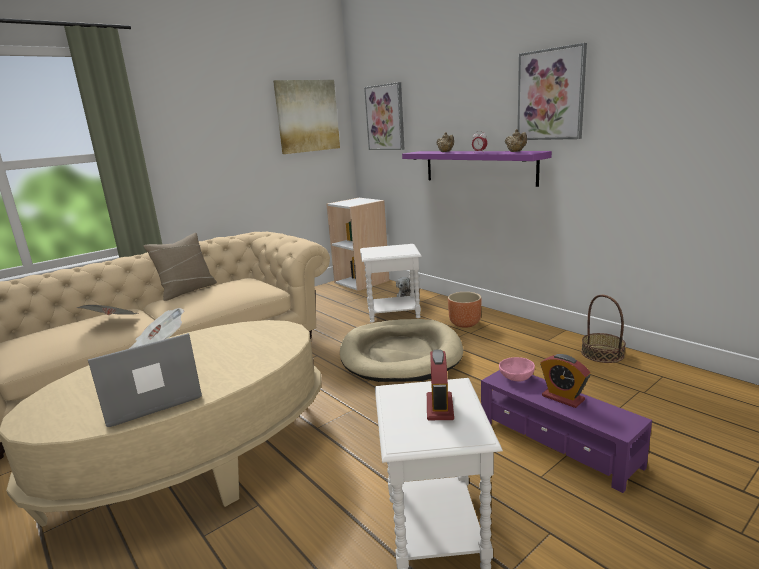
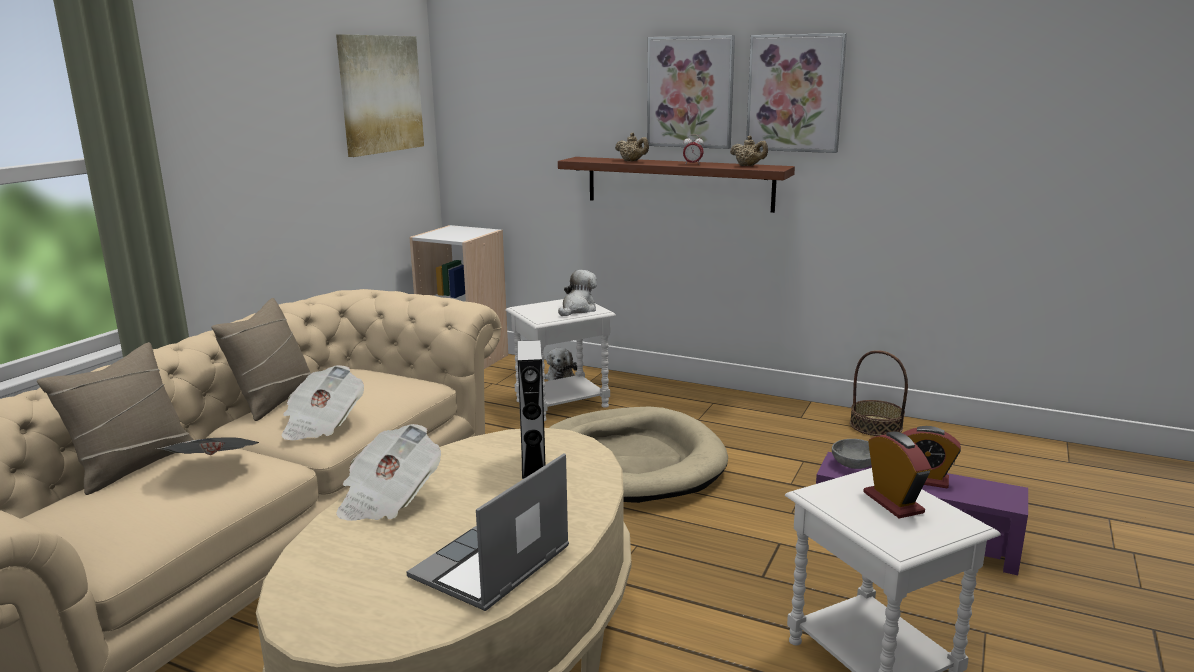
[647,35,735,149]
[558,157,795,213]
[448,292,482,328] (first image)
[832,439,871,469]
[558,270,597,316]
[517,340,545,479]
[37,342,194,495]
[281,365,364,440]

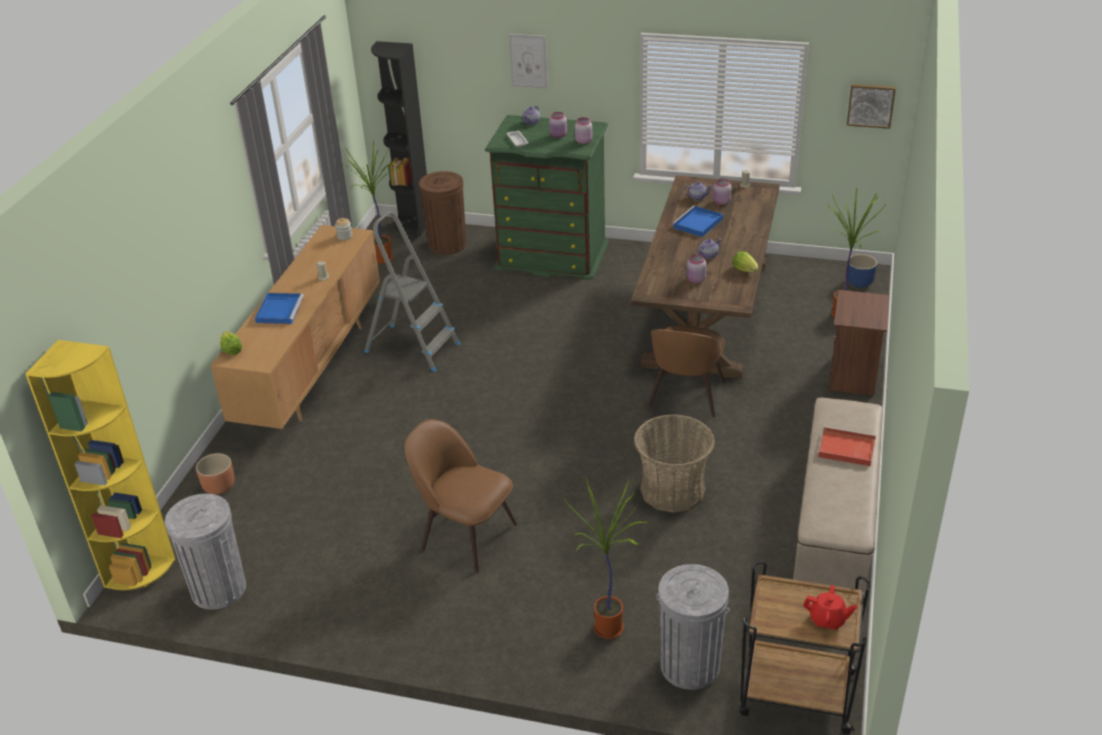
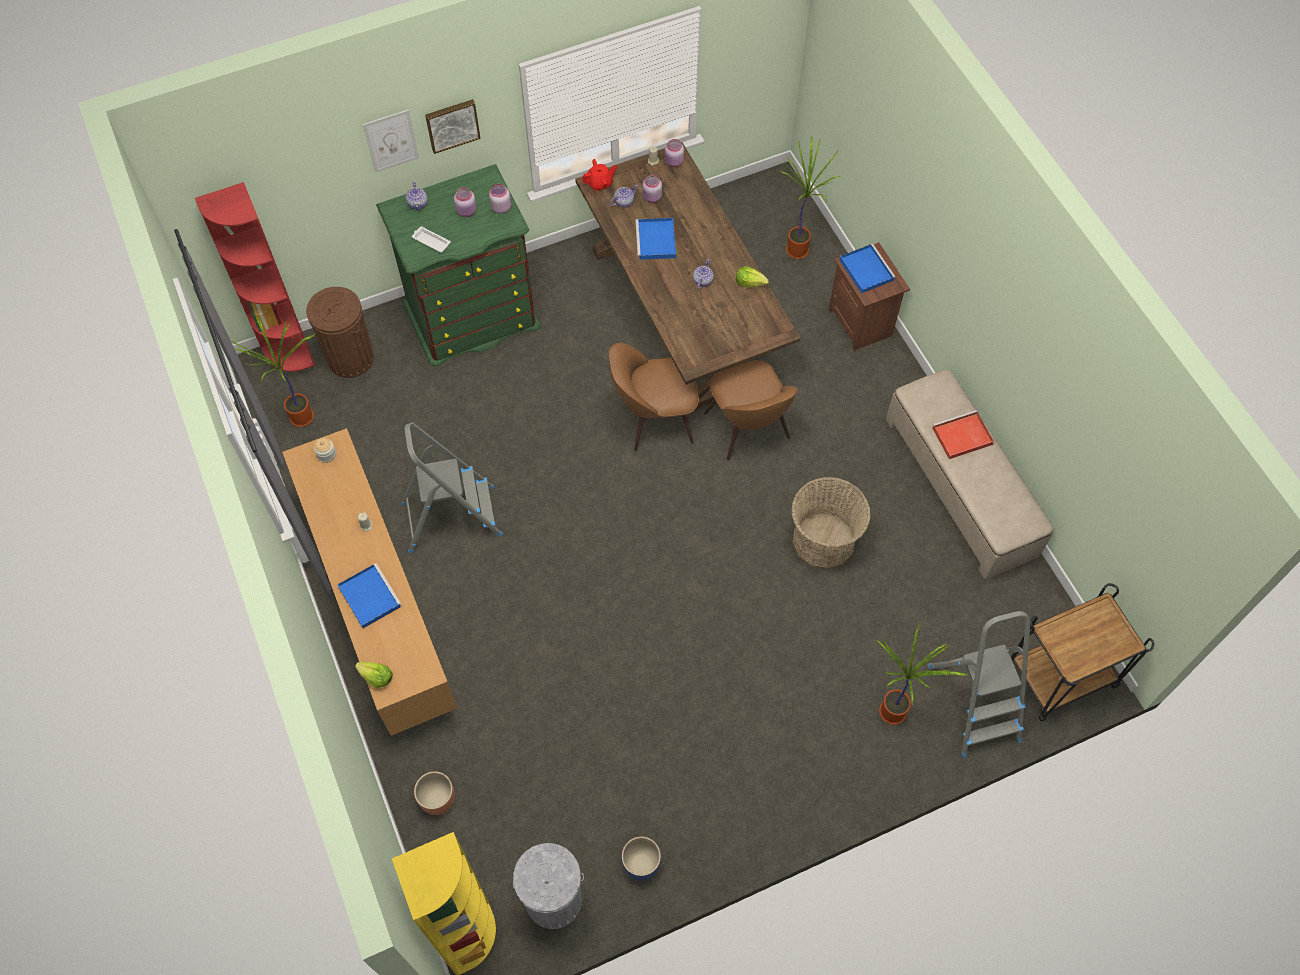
[195,182,315,372]
[425,99,481,154]
[665,139,684,167]
[621,837,661,881]
[609,343,699,452]
[928,611,1030,758]
[582,159,617,191]
[839,244,896,293]

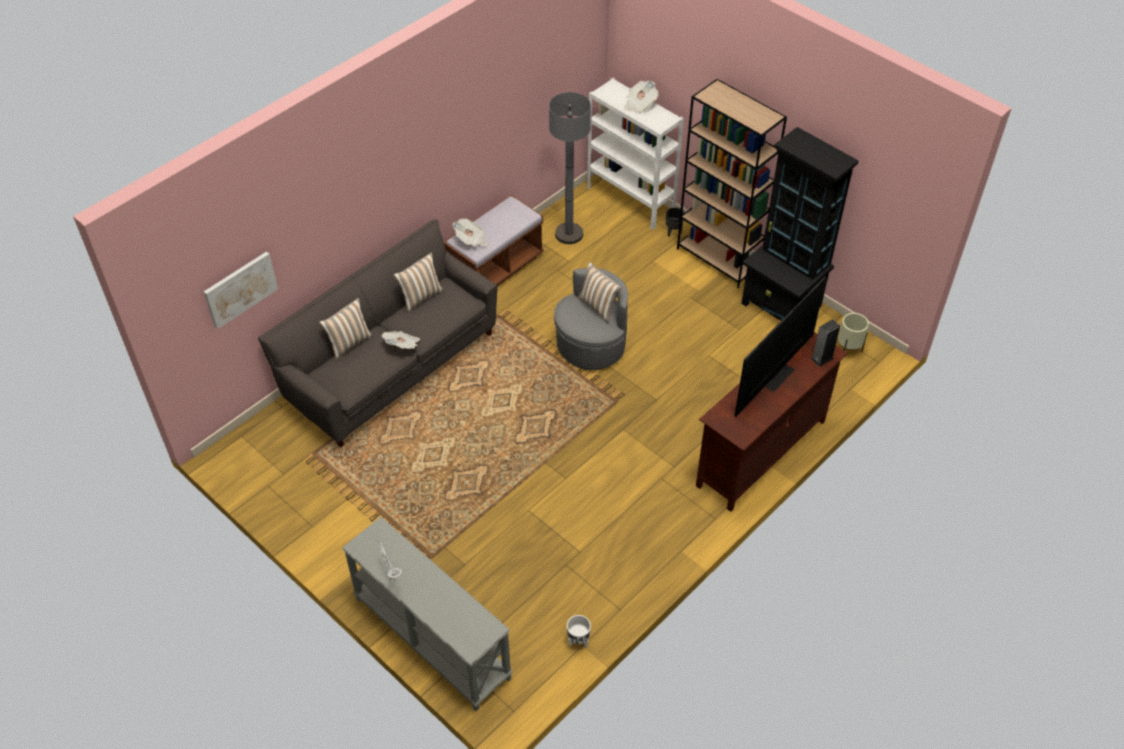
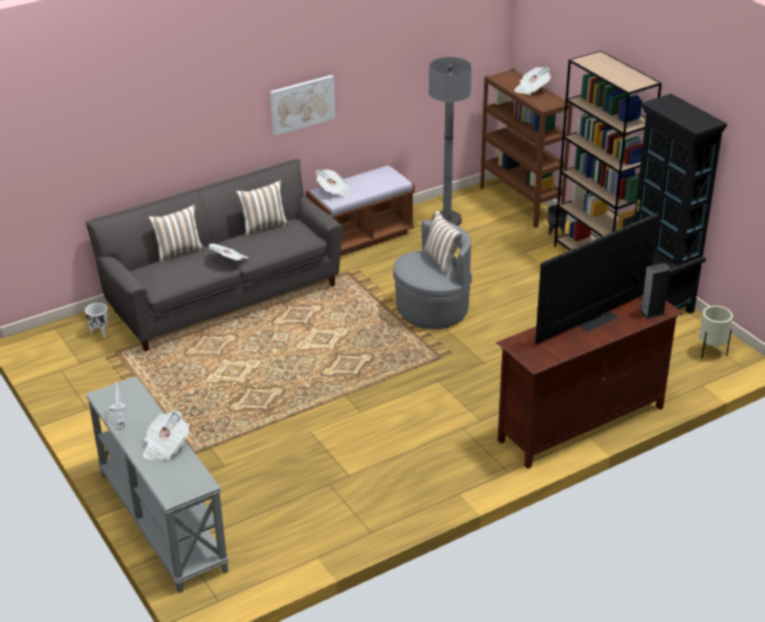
[480,68,573,228]
[270,75,335,135]
[85,303,109,338]
[143,411,189,460]

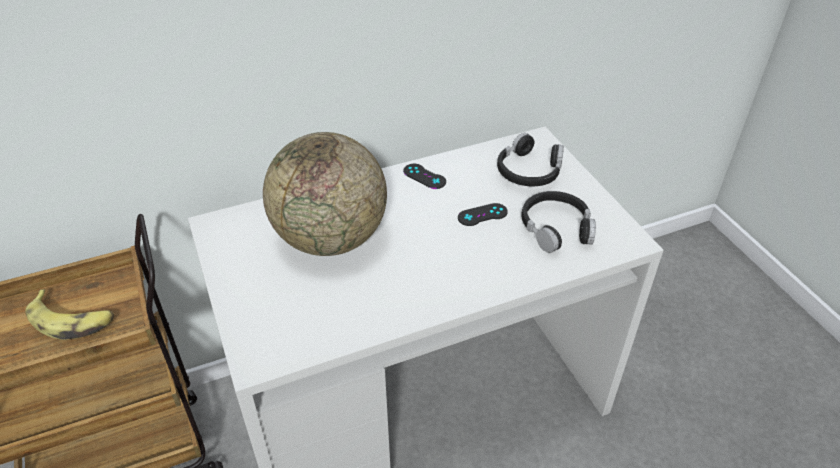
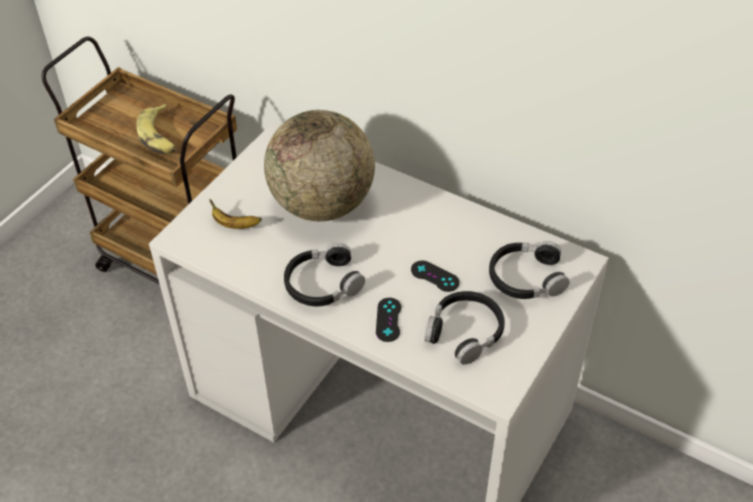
[376,298,401,342]
[209,199,262,229]
[284,243,365,306]

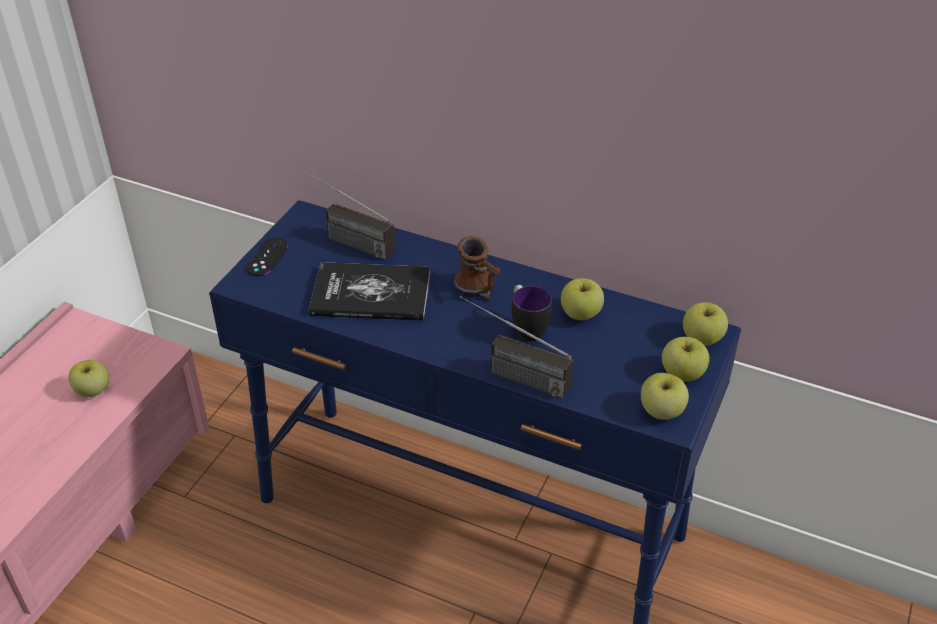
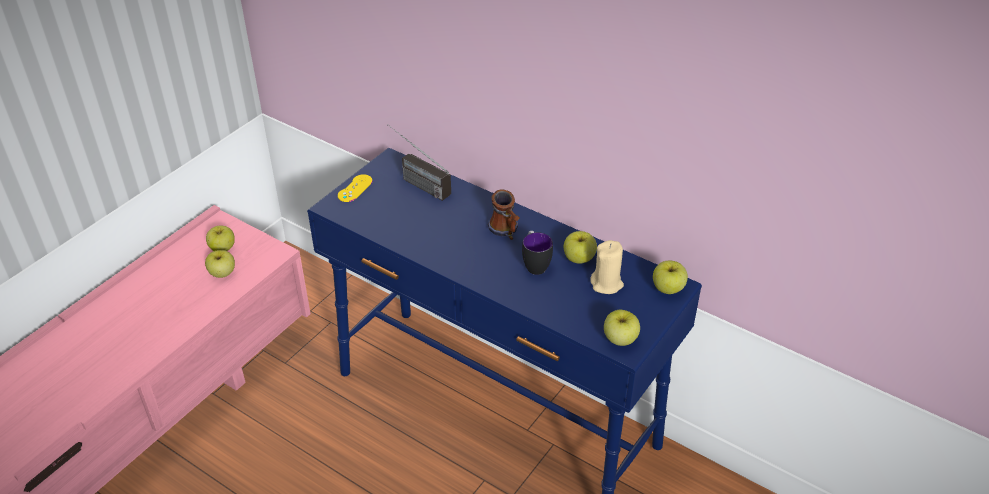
[338,174,373,202]
[309,262,430,321] (first image)
[460,296,574,399] (first image)
[206,226,235,251]
[590,240,624,294]

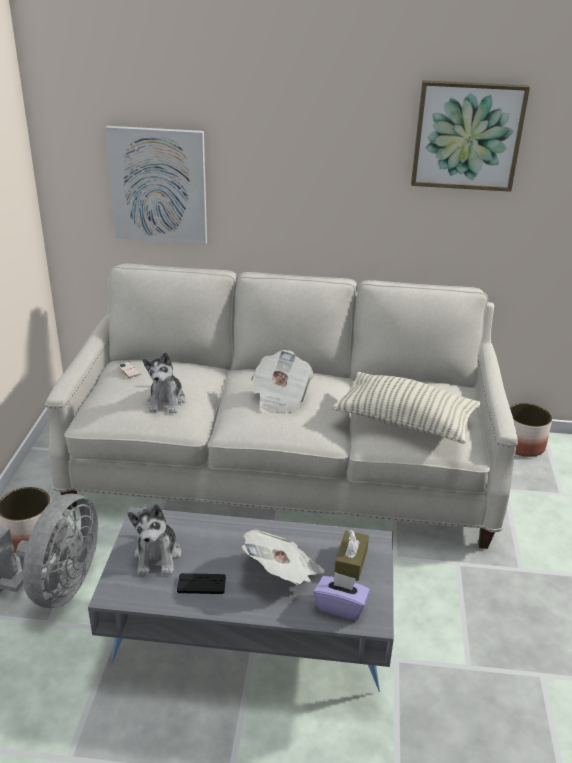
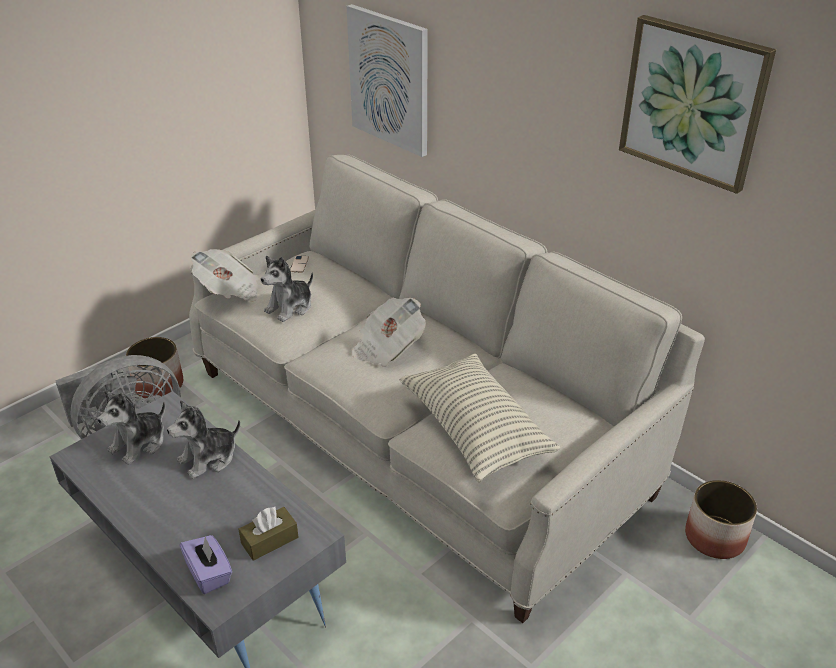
[191,249,259,301]
[177,573,226,594] (first image)
[167,400,240,479]

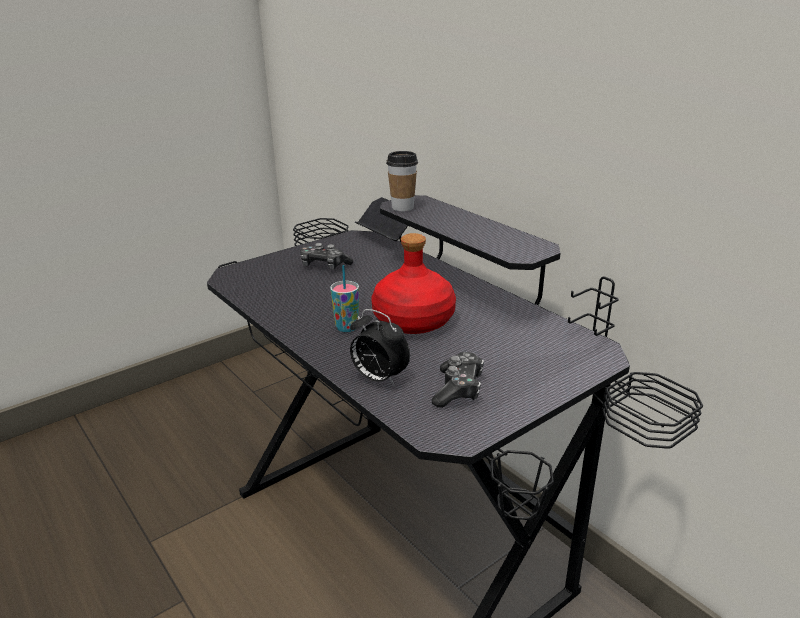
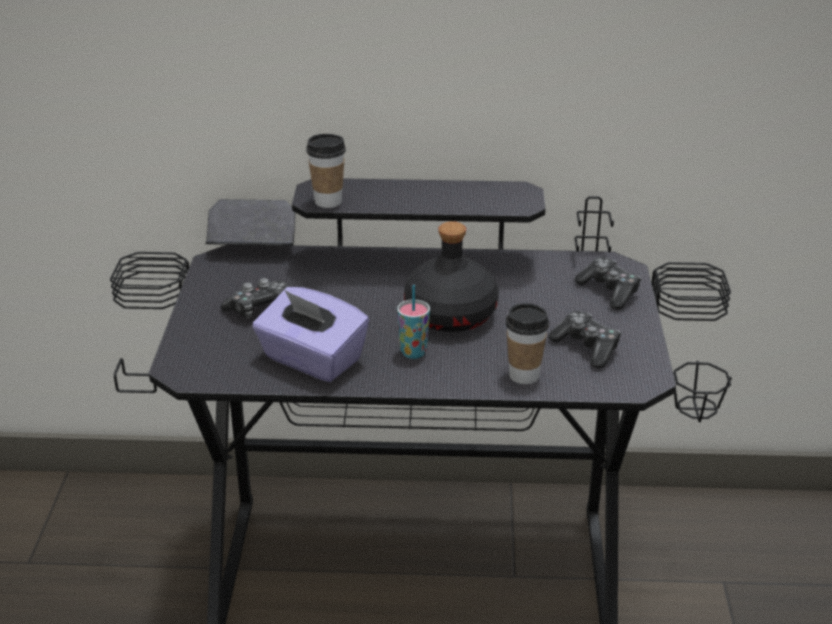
[404,221,498,332]
[505,303,549,384]
[574,257,641,309]
[252,287,369,382]

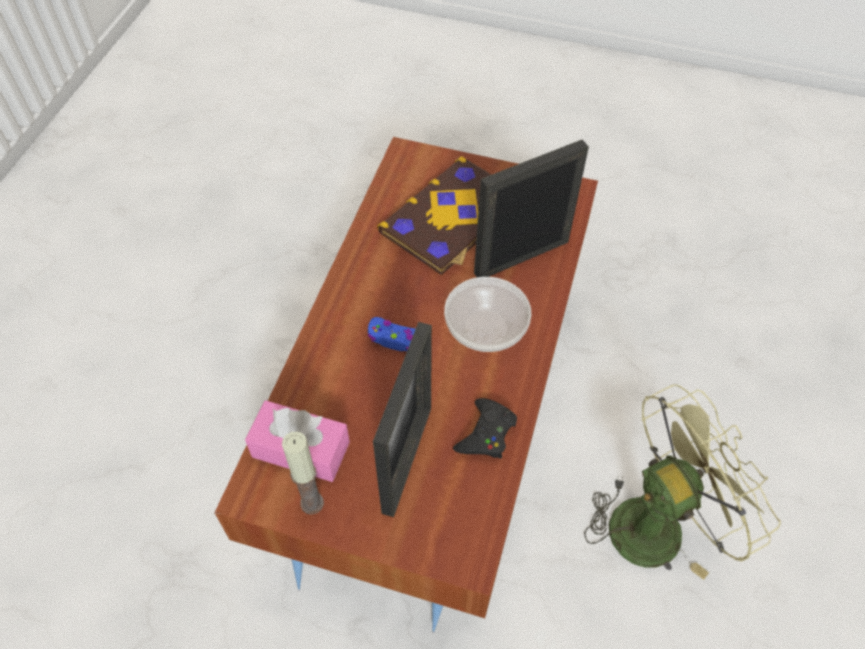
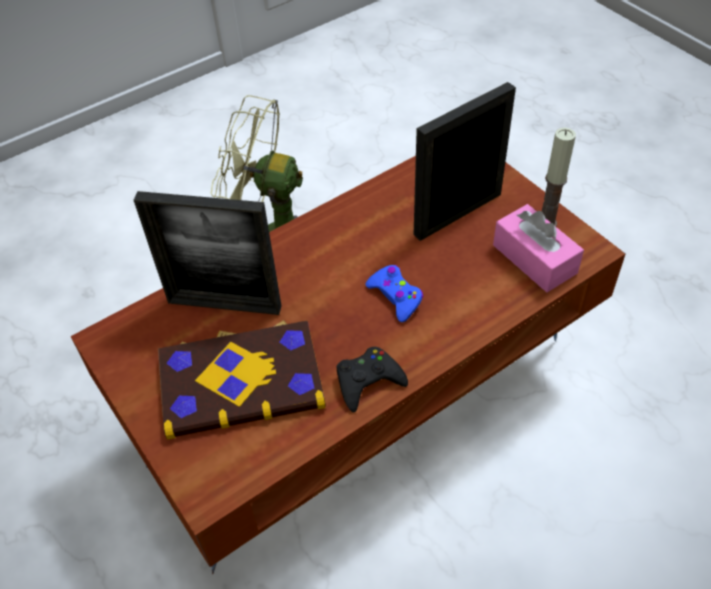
[444,277,532,352] (first image)
[336,347,408,412]

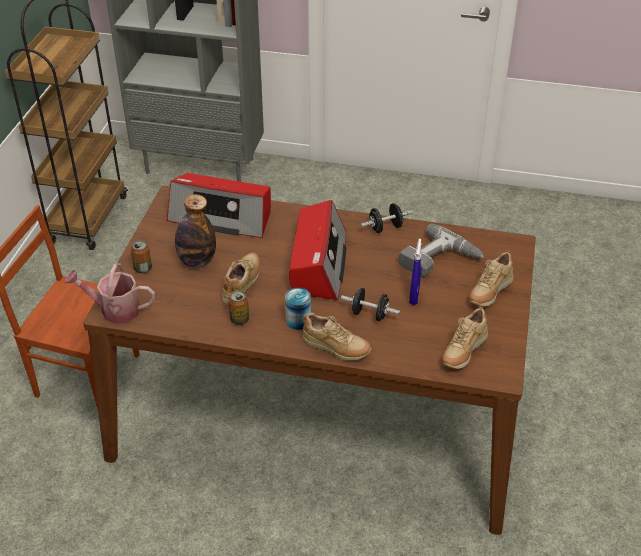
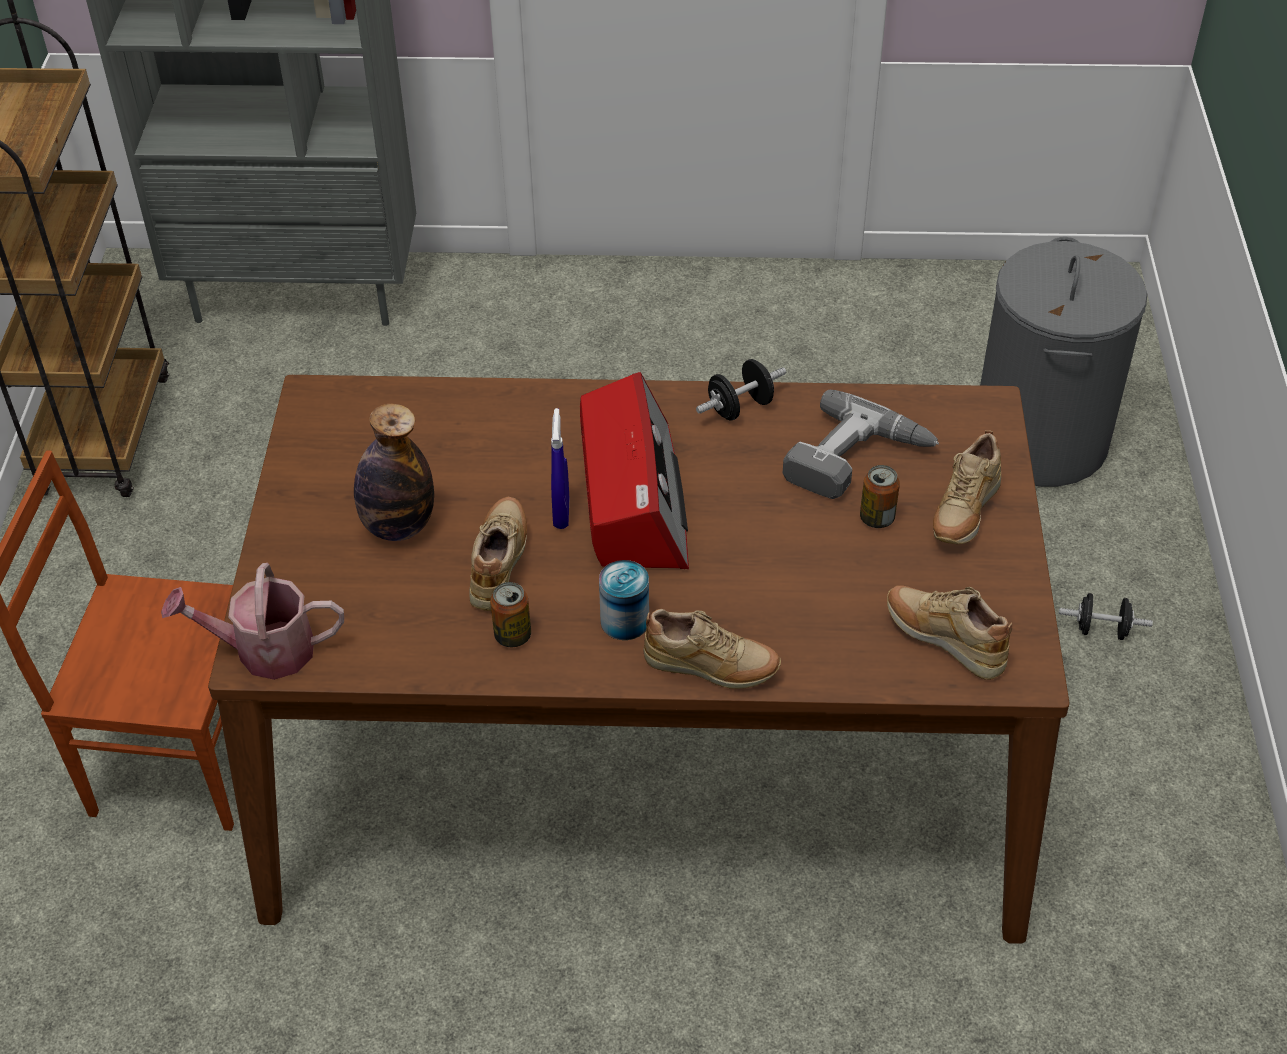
[167,173,271,238] (first image)
[551,408,569,529]
[860,465,900,528]
[1059,593,1153,640]
[887,585,1012,680]
[980,237,1148,487]

